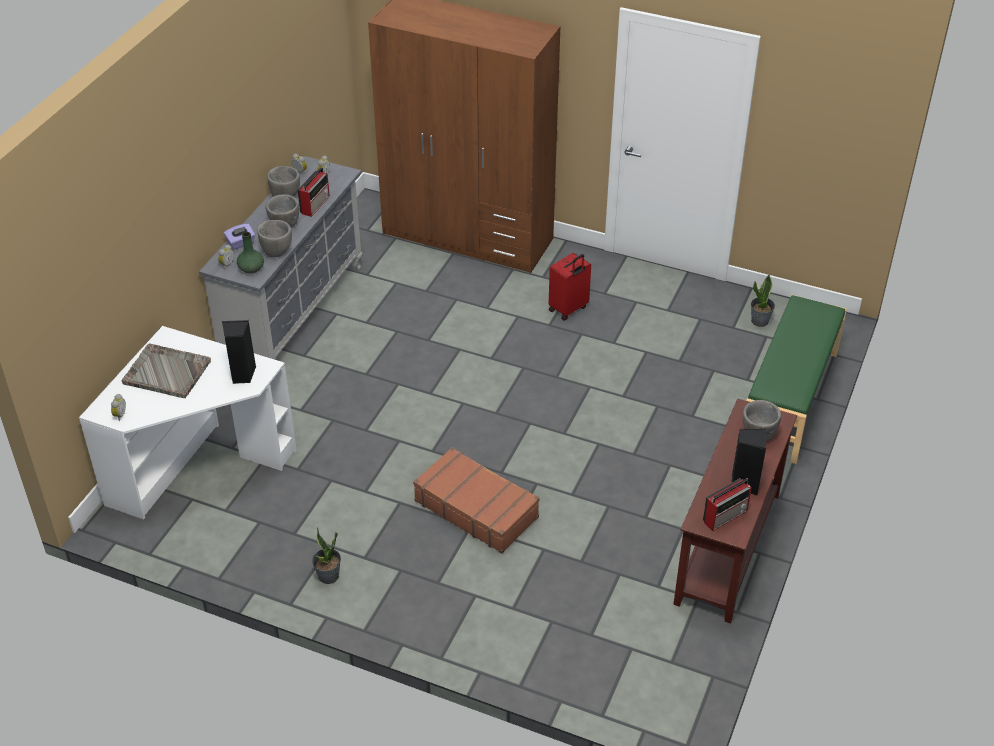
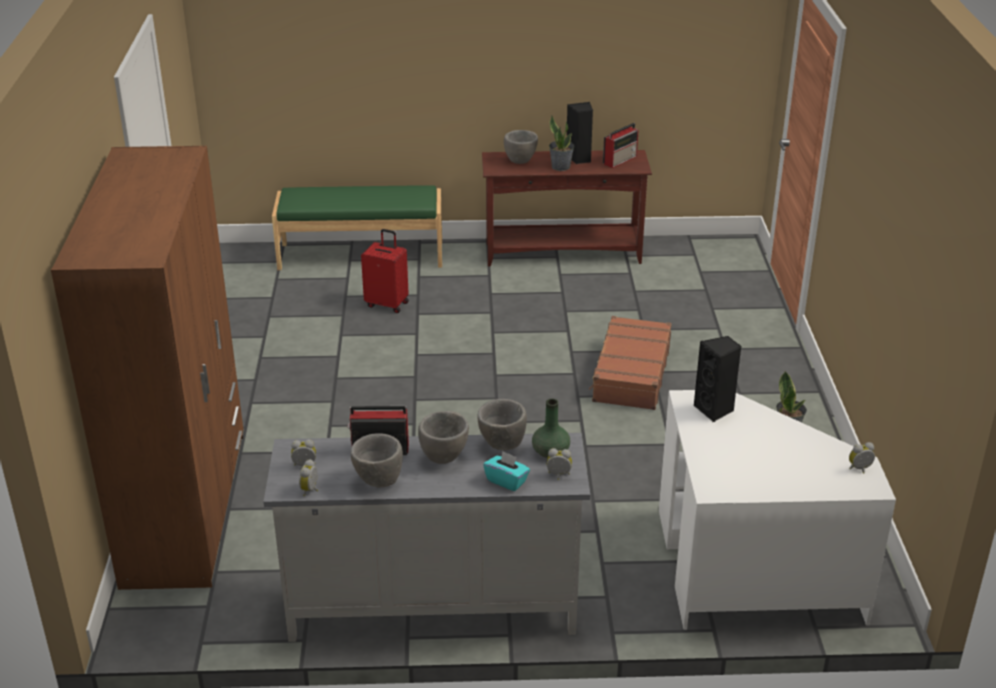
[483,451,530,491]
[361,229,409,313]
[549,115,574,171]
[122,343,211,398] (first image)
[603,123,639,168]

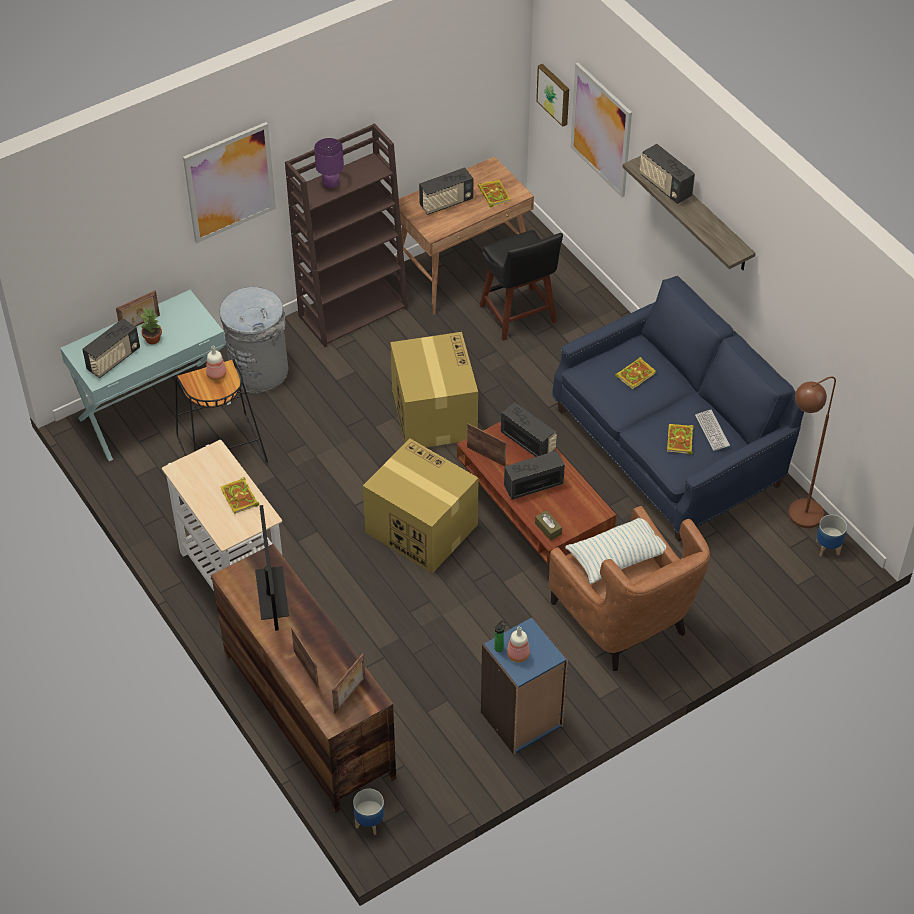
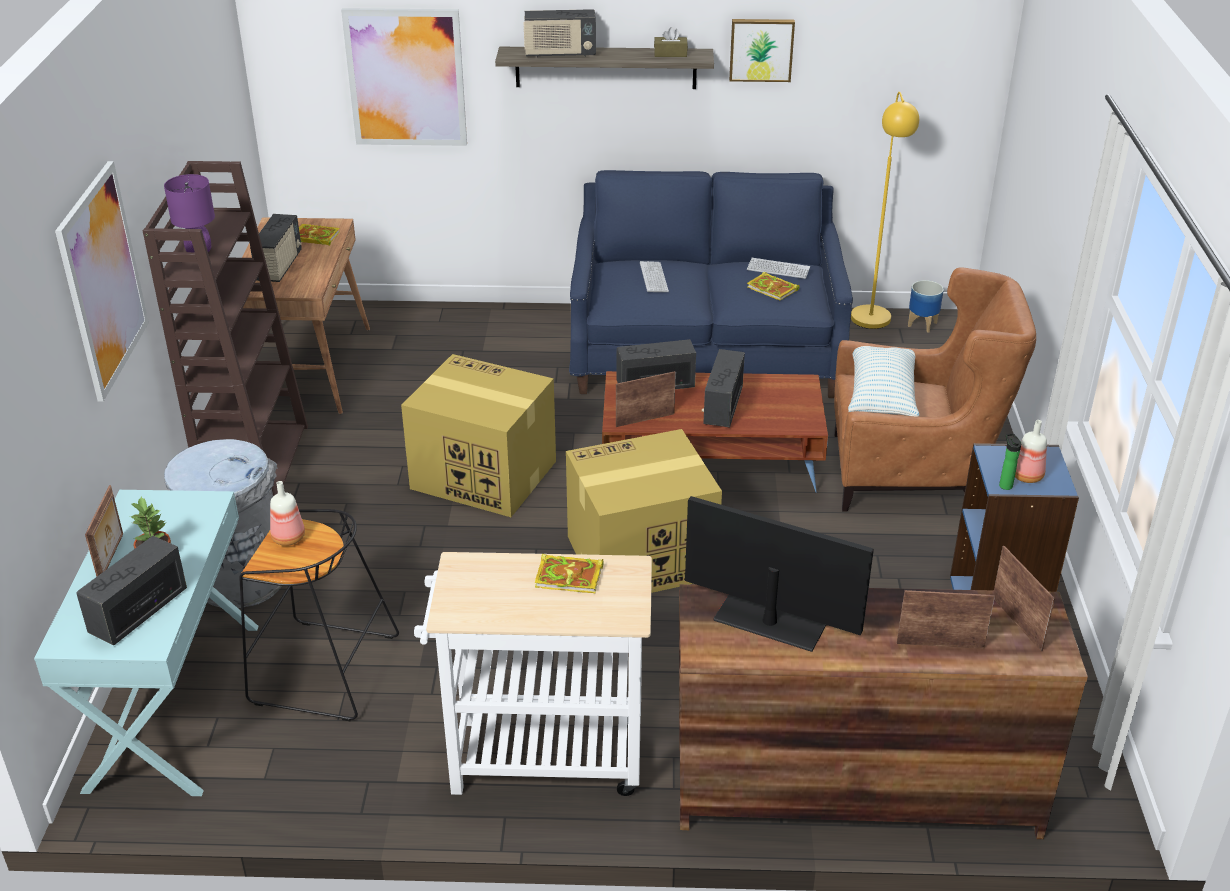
[729,19,795,82]
[479,230,563,341] (first image)
[76,536,187,645]
[640,261,669,292]
[851,92,919,329]
[654,27,688,57]
[353,789,384,835] (first image)

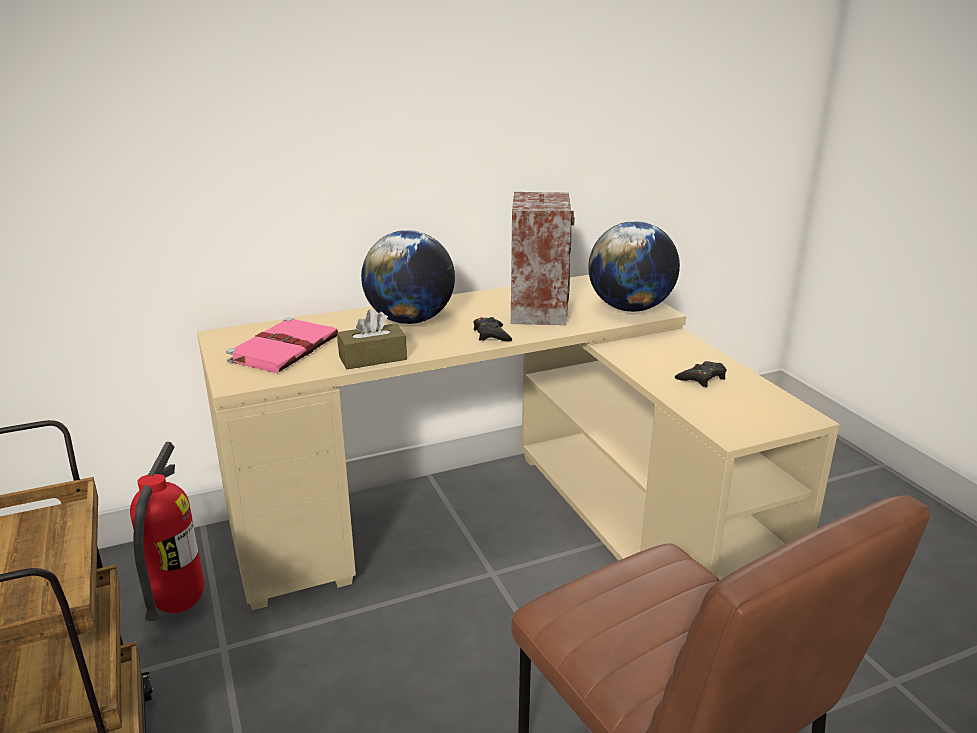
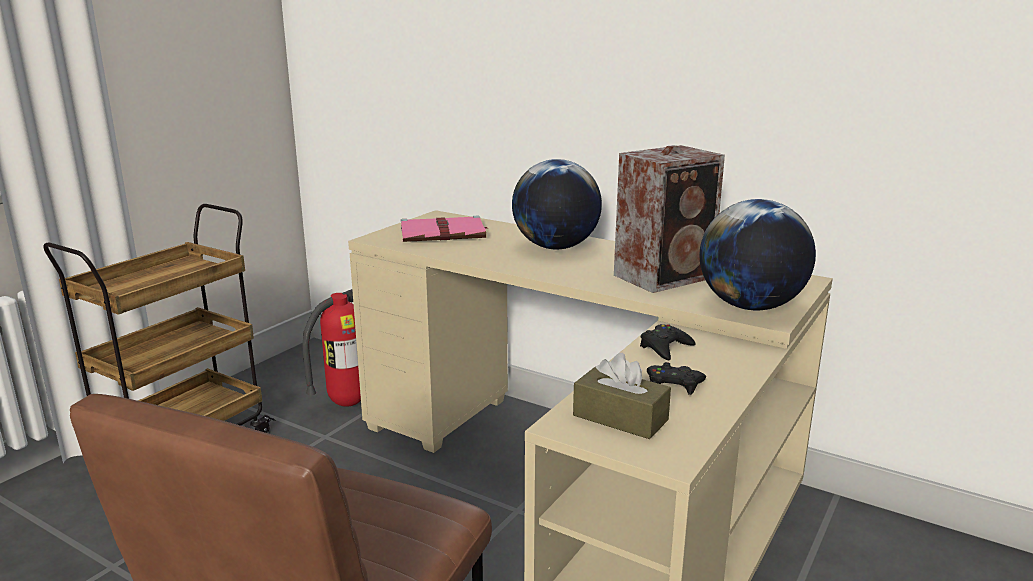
[573,353,671,439]
[640,324,696,360]

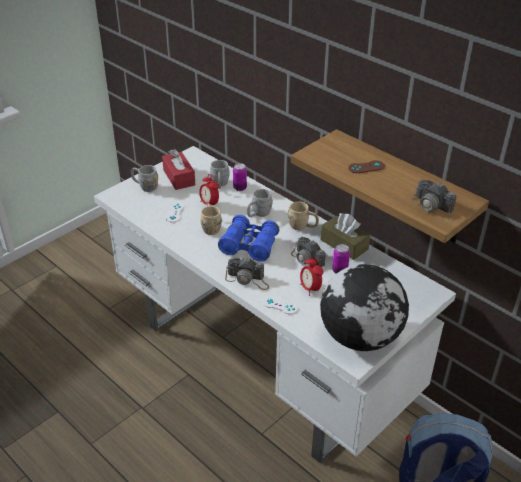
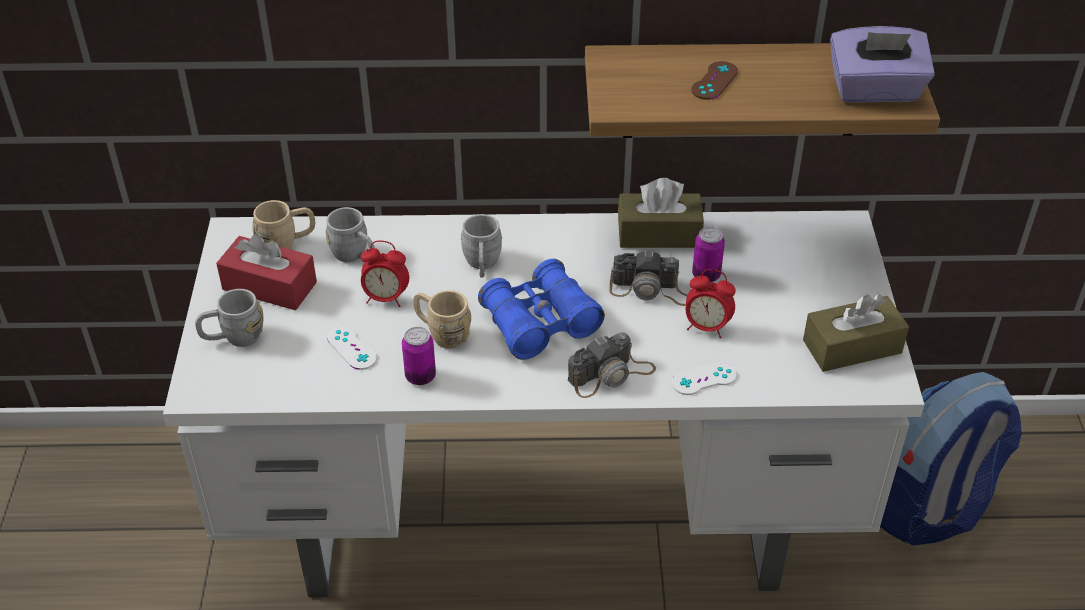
[402,327,436,385]
[830,26,935,103]
[252,200,315,249]
[803,294,909,372]

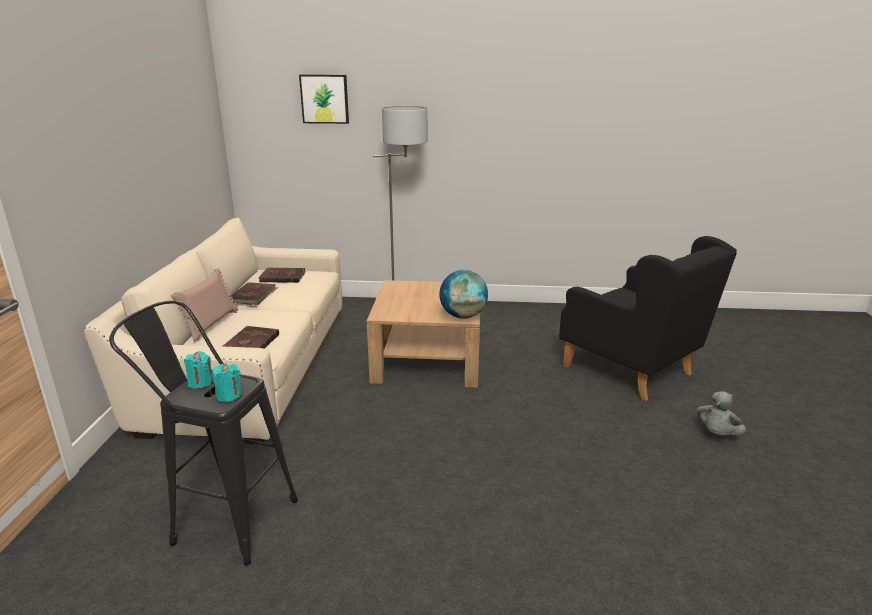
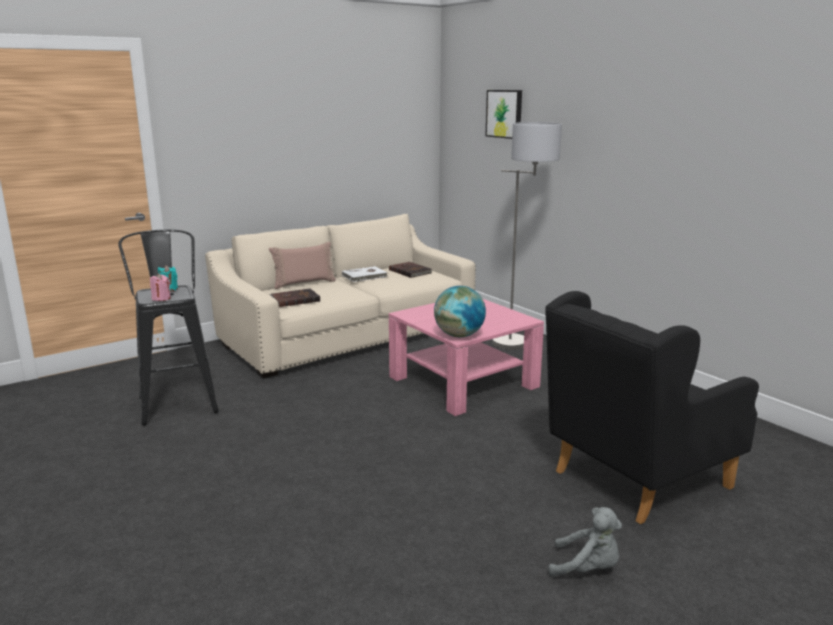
[545,291,759,524]
[389,299,544,416]
[342,266,388,282]
[150,273,171,301]
[548,507,622,577]

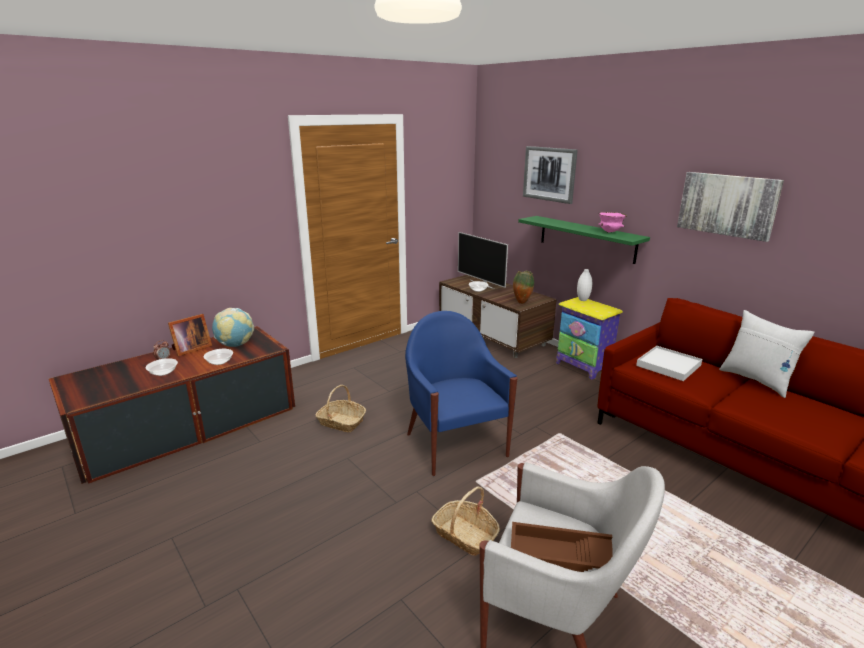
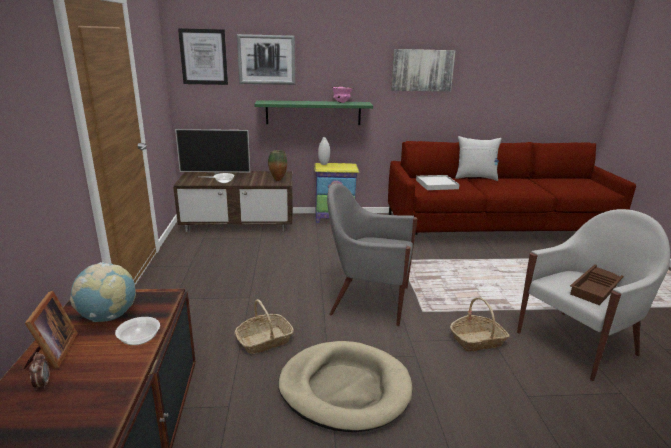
[327,183,417,326]
[146,358,178,376] (first image)
[178,28,228,85]
[278,341,412,432]

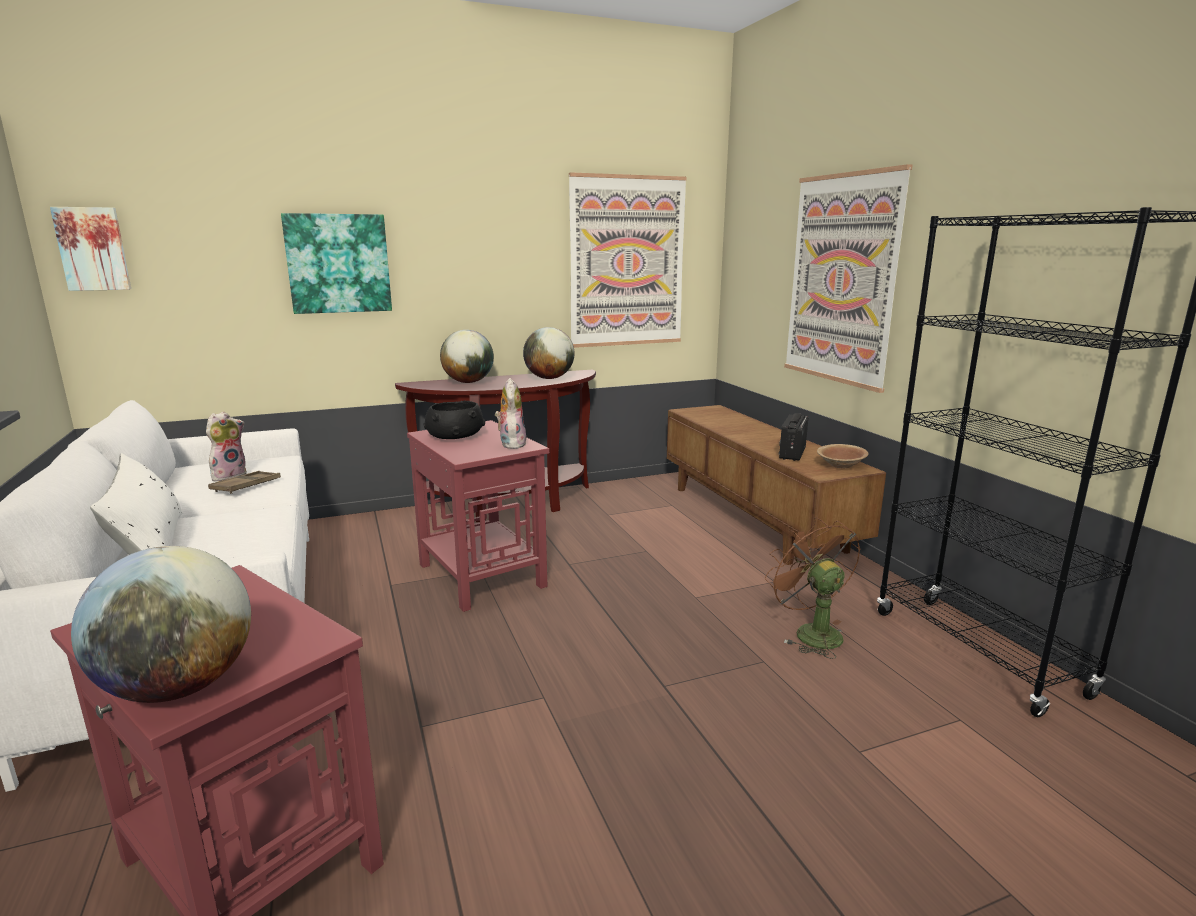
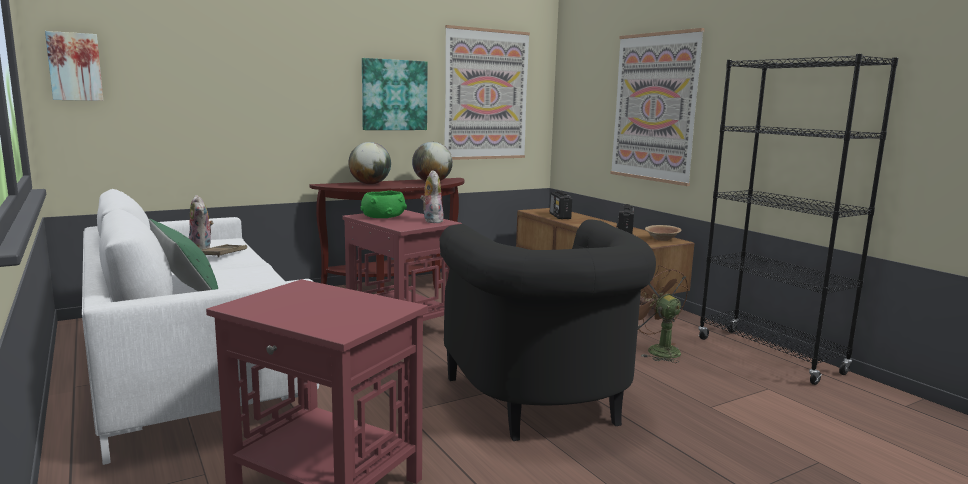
[362,58,428,130]
[361,191,407,218]
[189,195,213,250]
[149,219,218,291]
[71,546,251,703] (first image)
[550,190,572,219]
[440,219,656,441]

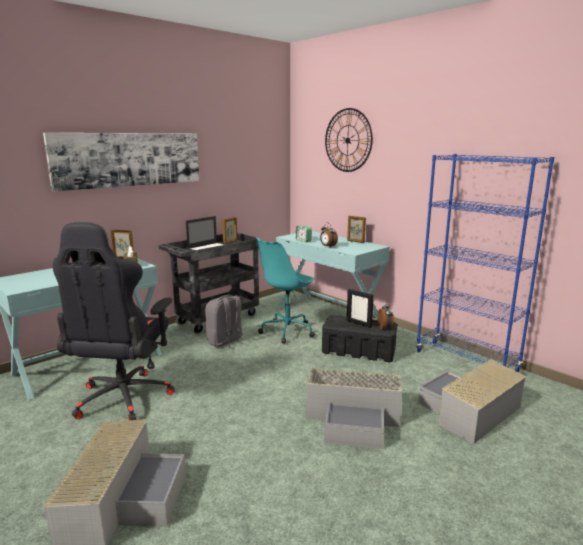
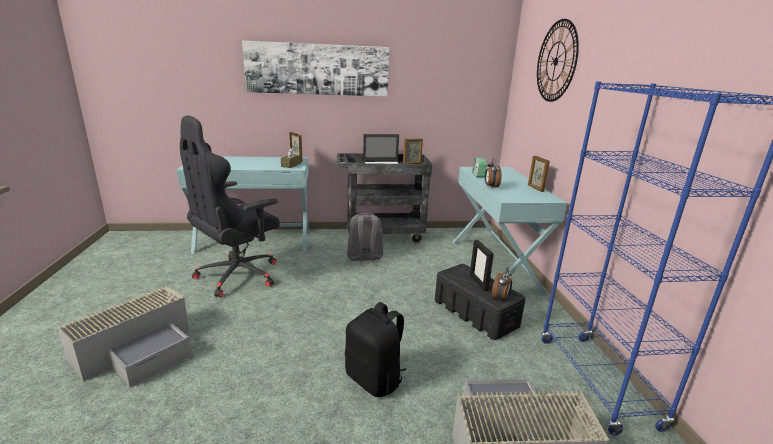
[256,238,315,343] (first image)
[345,302,406,397]

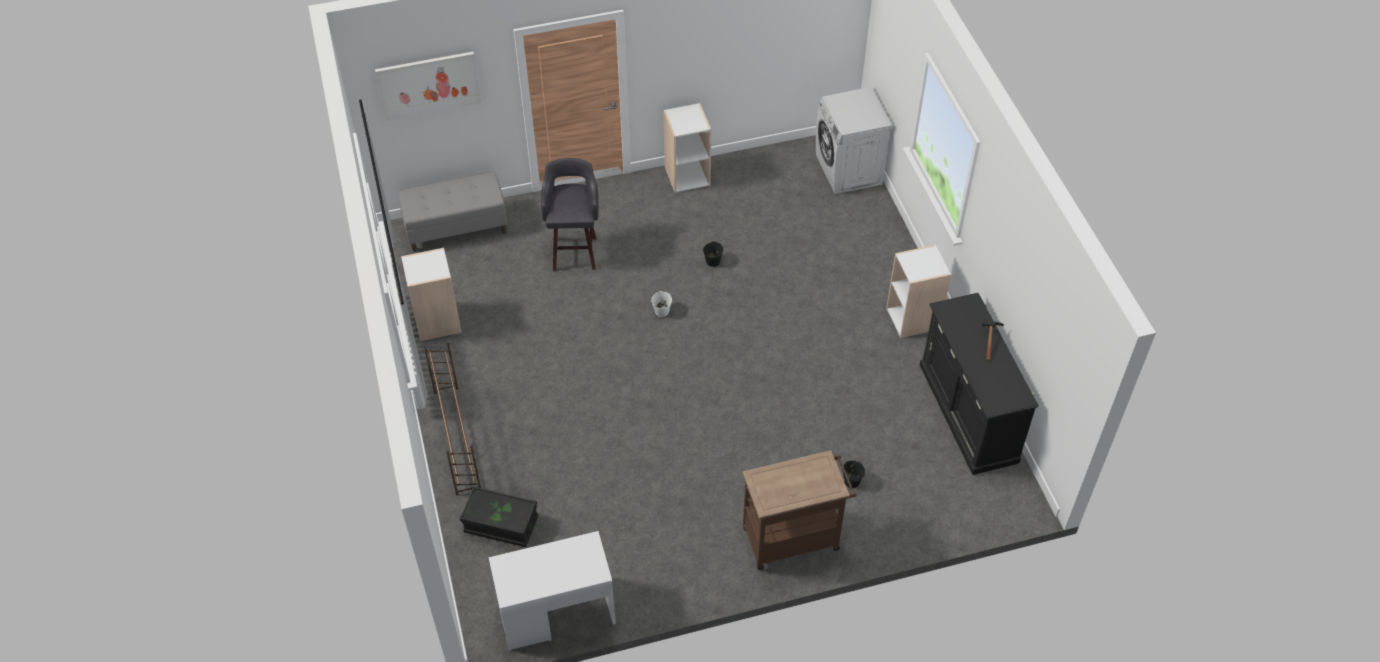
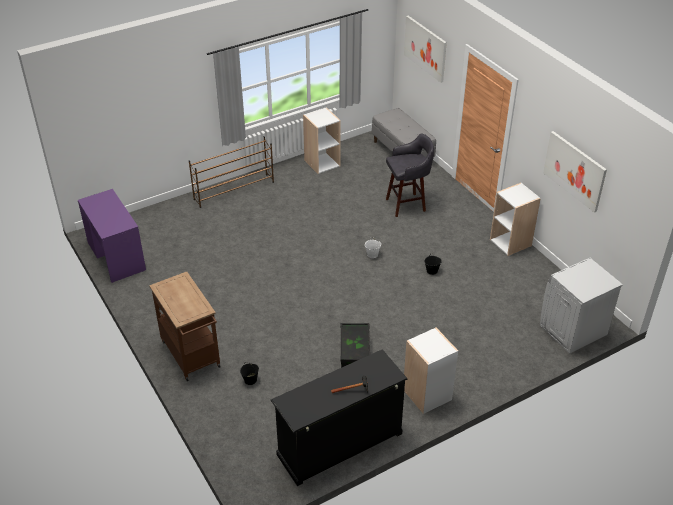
[341,323,370,368]
[78,189,146,283]
[543,131,607,213]

